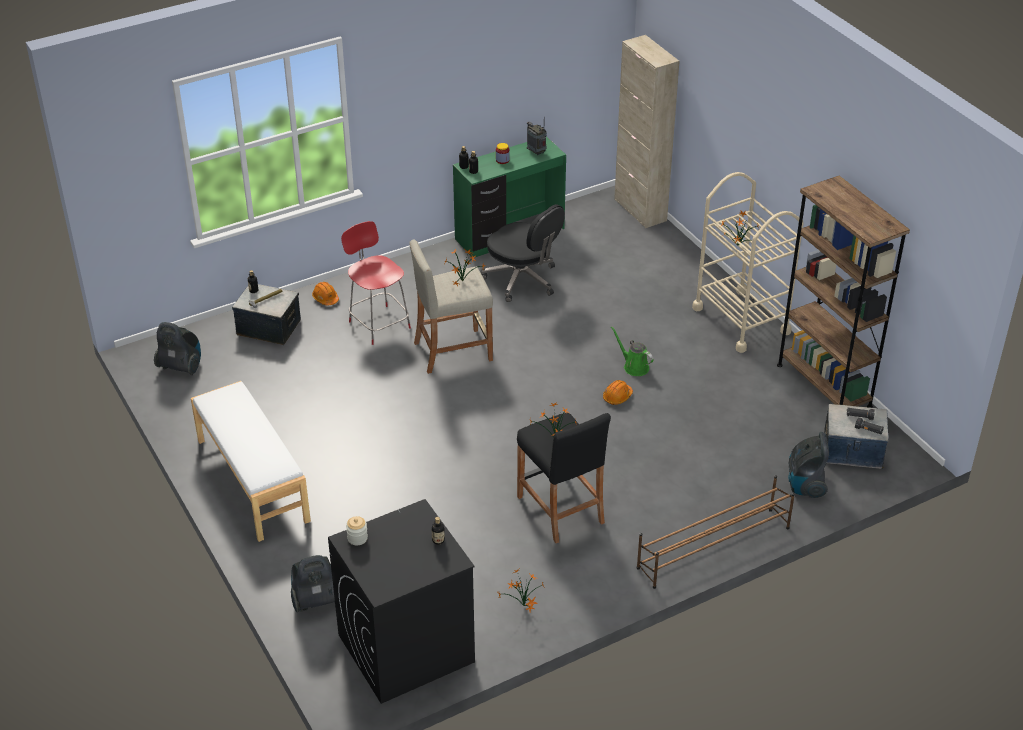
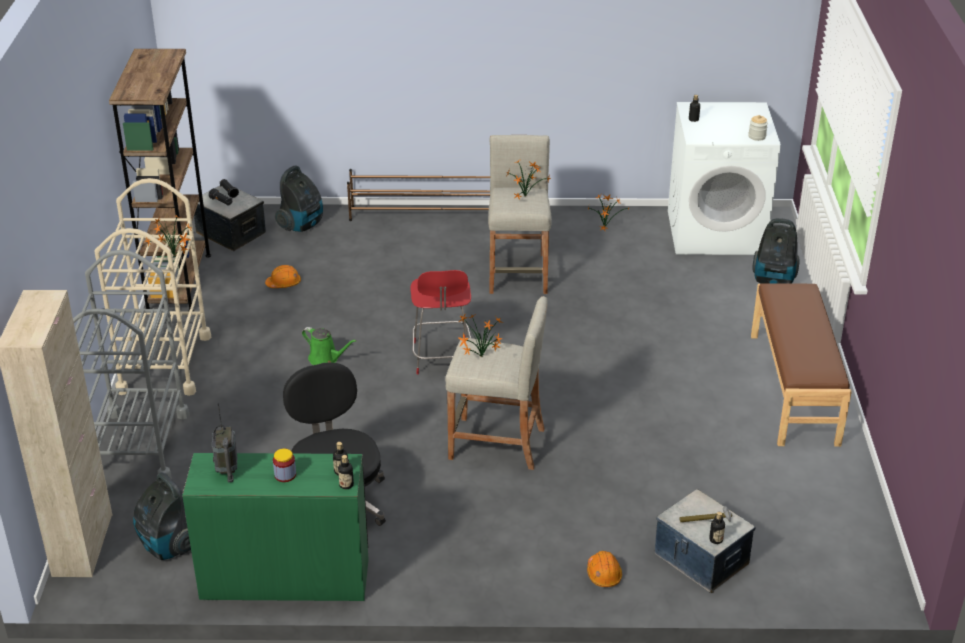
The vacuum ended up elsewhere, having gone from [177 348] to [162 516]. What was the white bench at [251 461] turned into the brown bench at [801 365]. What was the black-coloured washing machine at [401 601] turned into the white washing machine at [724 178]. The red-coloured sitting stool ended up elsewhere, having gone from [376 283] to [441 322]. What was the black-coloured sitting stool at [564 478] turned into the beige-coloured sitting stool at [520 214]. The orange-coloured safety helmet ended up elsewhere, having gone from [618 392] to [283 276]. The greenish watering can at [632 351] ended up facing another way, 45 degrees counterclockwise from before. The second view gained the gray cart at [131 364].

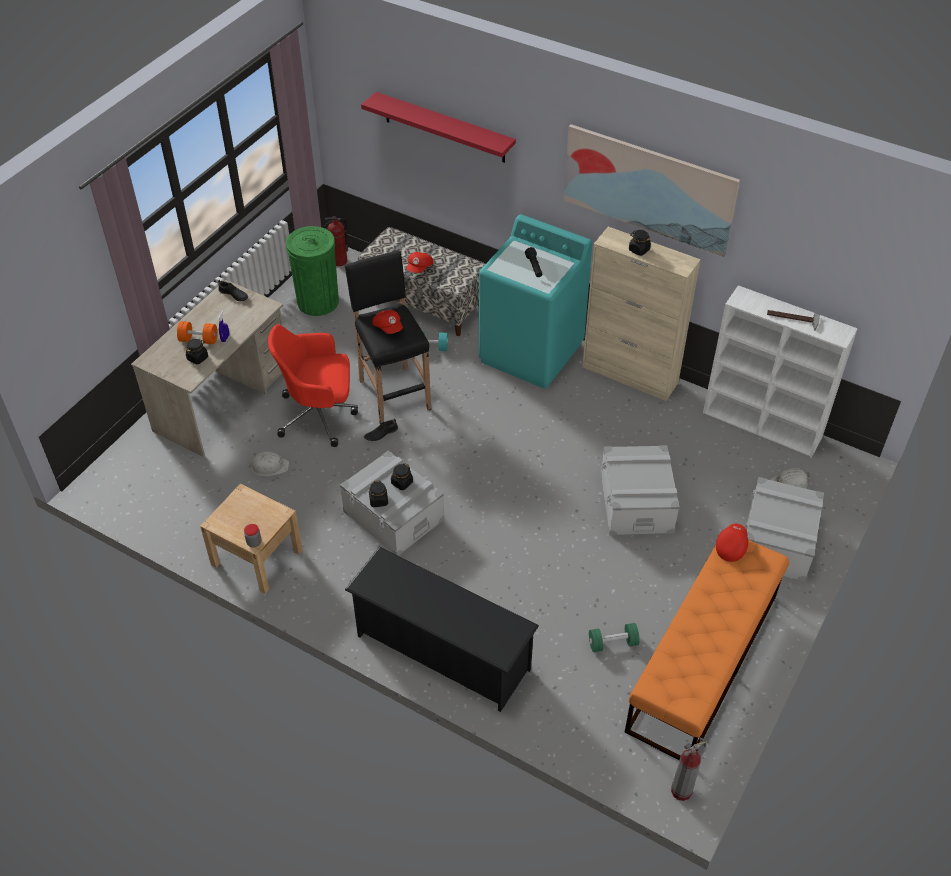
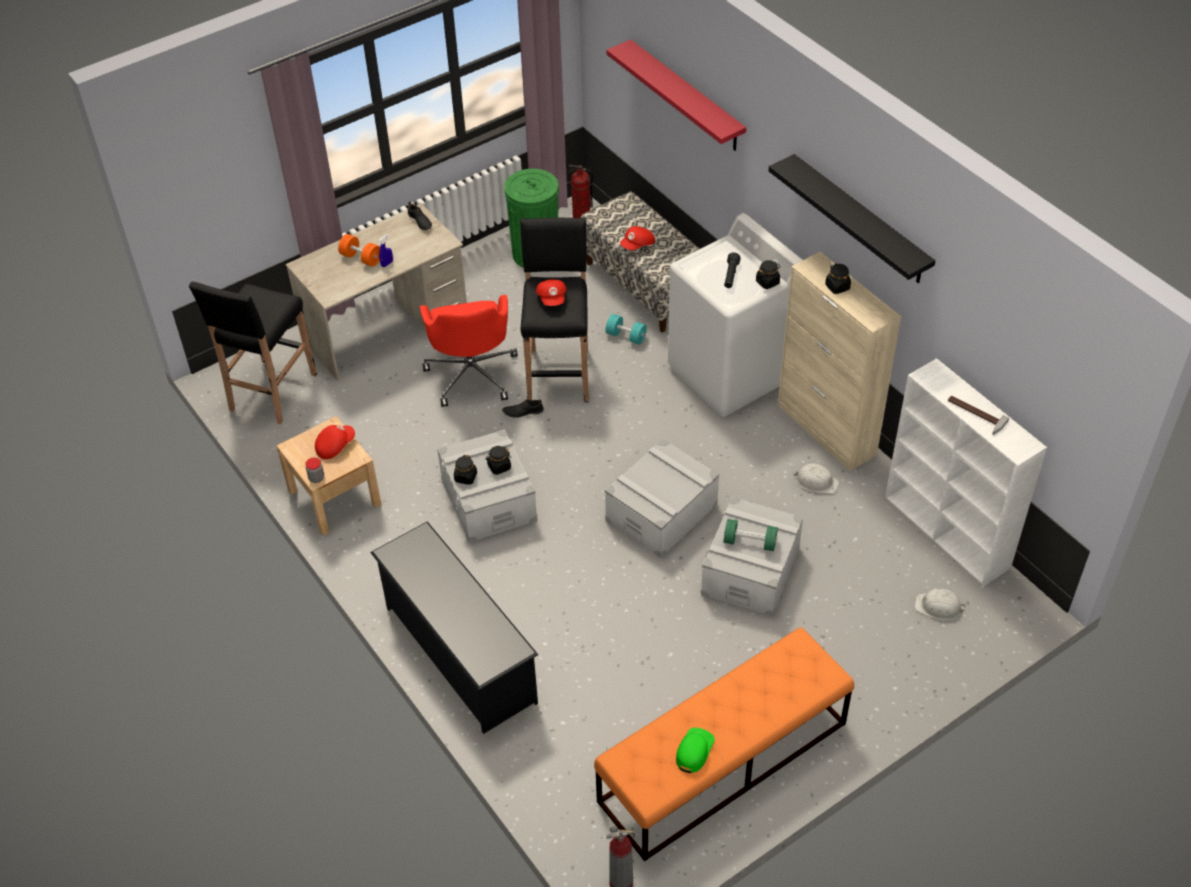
The black-coloured storage jar ended up elsewhere, having gone from [197 352] to [768 274]. The white safety helmet ended up elsewhere, having gone from [268 463] to [816 479]. The red-coloured desk chair at [313 385] ended up facing another way, 120 degrees counterclockwise from before. What was the turquoise washing machine at [535 301] turned into the white washing machine at [735 315]. Where the wall art hung at [652 190], the black-coloured bracket shelf came to hang at [852 218]. The greenish dumbbell ended up elsewhere, having gone from [614 637] to [751 535]. The red-coloured peaked cap ended up elsewhere, having gone from [732 543] to [335 442]. The gray storage box ended up elsewhere, having gone from [784 529] to [662 498]. The second view gained the black-coloured sitting stool at [253 353]. The second view gained the greenish peaked cap at [695 750].

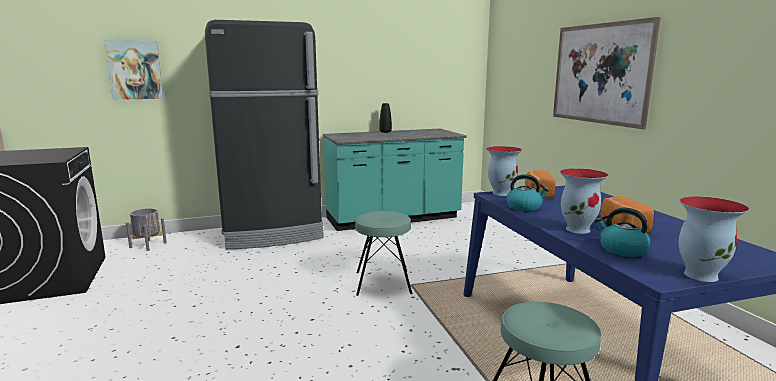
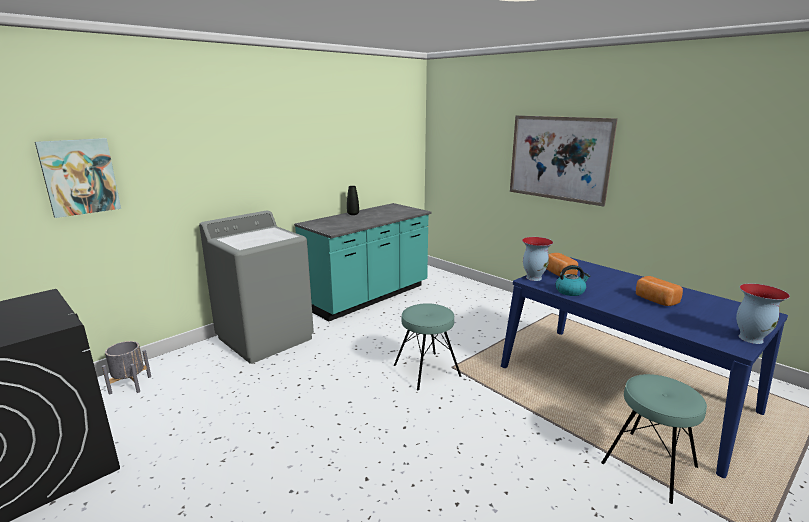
Where the black-coloured refrigerator stood at [264 134], the gray washing machine came to stand at [256 287]. The second view lost the flower vase at [584 201]. The second view lost the kettle at [623 232].

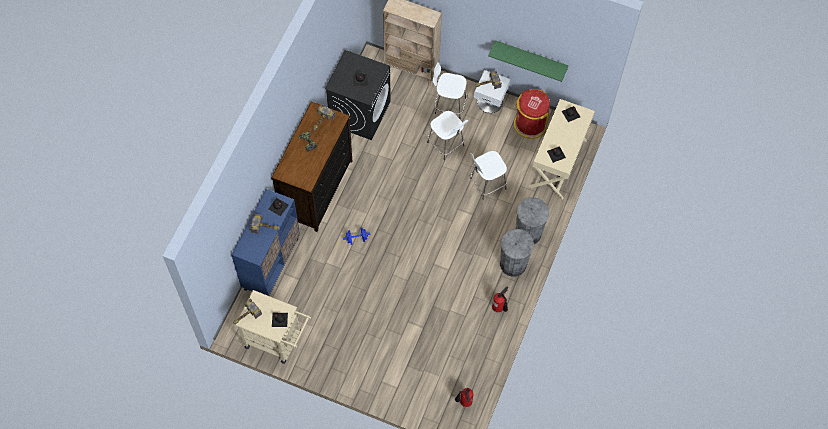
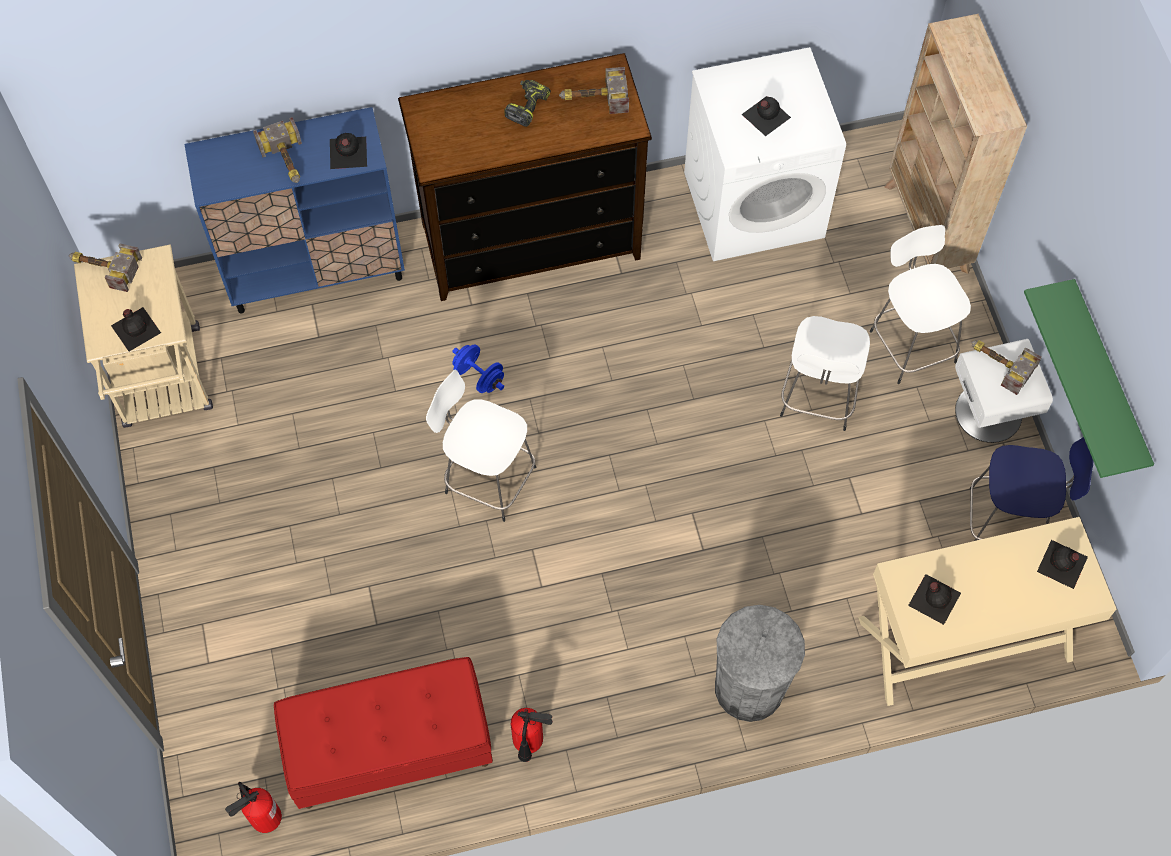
What was the black-coloured washing machine at [358 95] turned into the white washing machine at [765 154]. The white sitting stool ended up elsewhere, having gone from [488 175] to [481 446]. The second view lost the gray waste bin at [517 253]. Where the red-coloured waste bin stood at [532 114], the blue sitting stool came to stand at [1032 489]. The second view gained the red-coloured bench at [383 733].

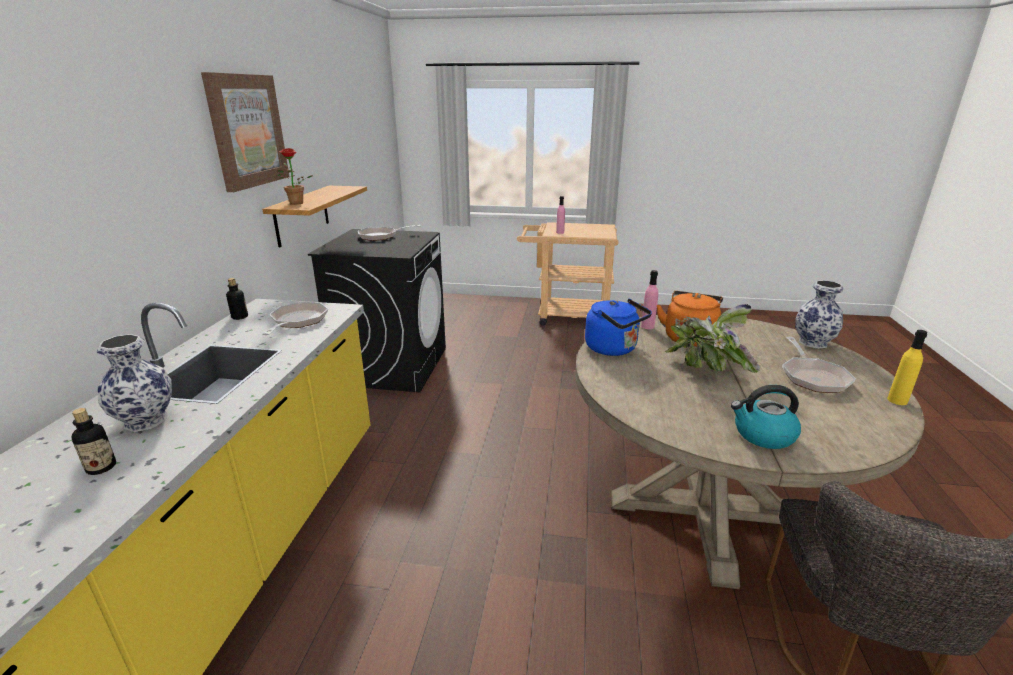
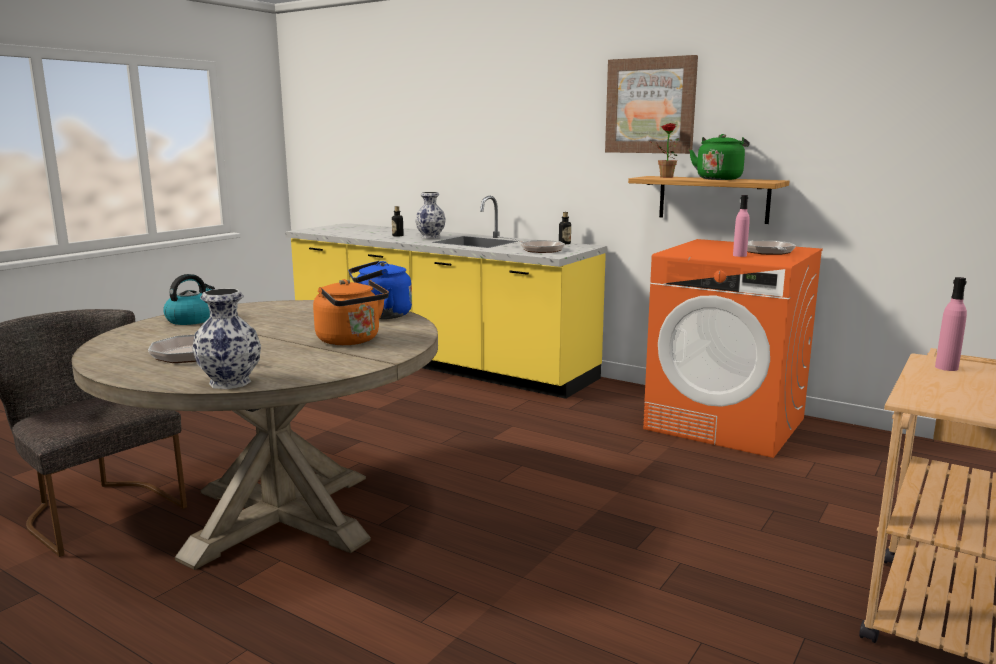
What was the black-coloured washing machine at [377 310] turned into the orange-coloured washing machine at [733 348]. The pinkish beverage bottle ended up elsewhere, having gone from [649 299] to [741 226]. The second view lost the potted plant at [713 338]. The second view lost the yellow-coloured beverage bottle at [907 367]. The second view gained the greenish kettle at [719 157].

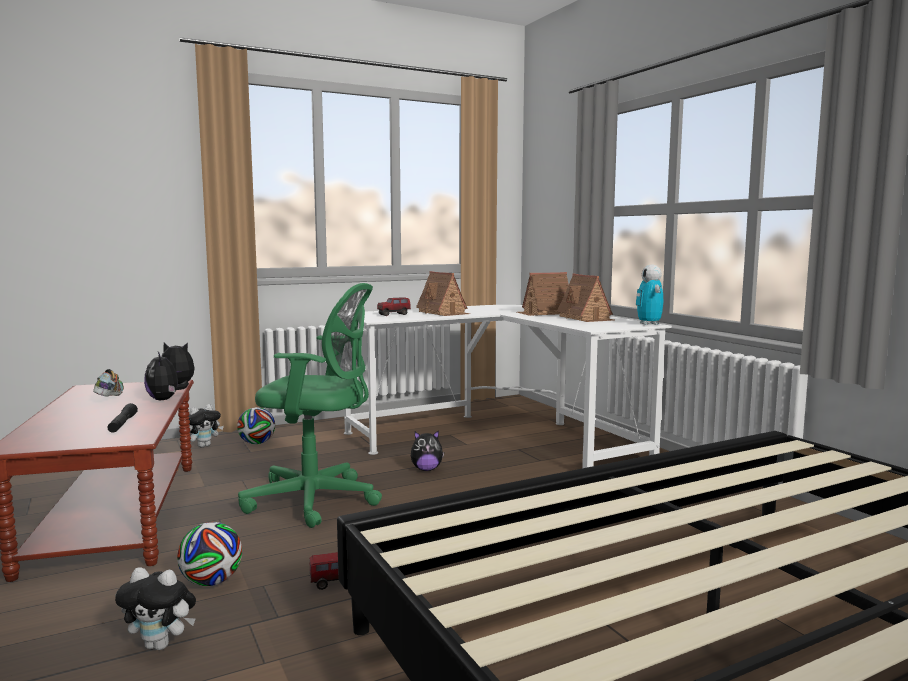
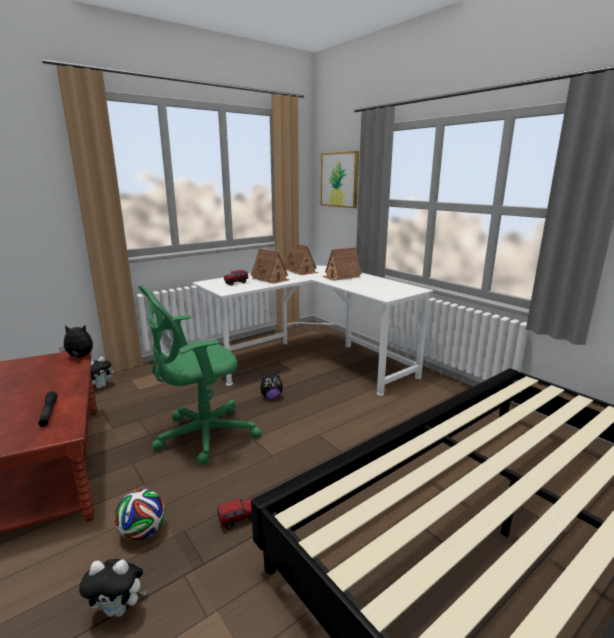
The second view lost the shoe at [108 383]. The second view lost the plush toy at [166 376]. The second view lost the football ball at [256 425]. The greenish desk chair at [310 405] ended up facing another way, 150 degrees clockwise from before. The model house ended up elsewhere, having gone from [585 298] to [301 258]. The second view lost the robot figure at [649 295]. The second view gained the wall art at [340 179].

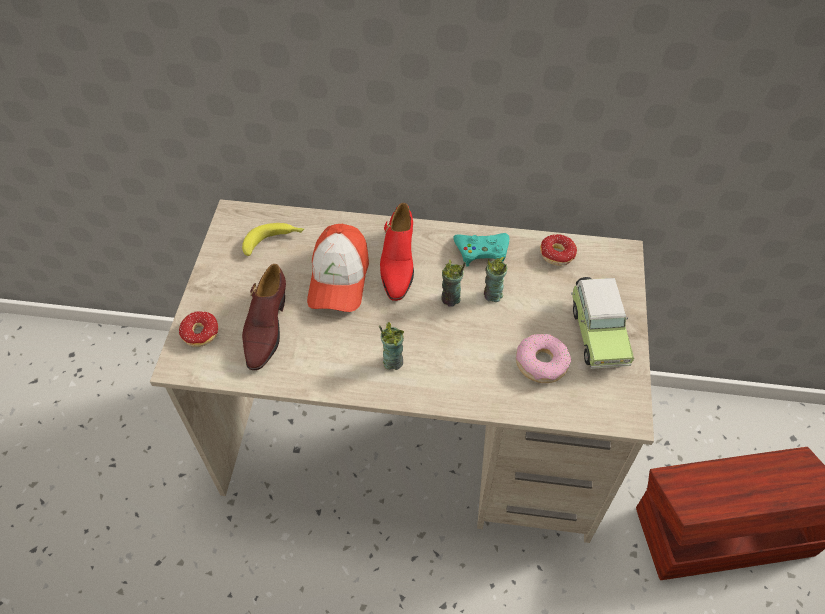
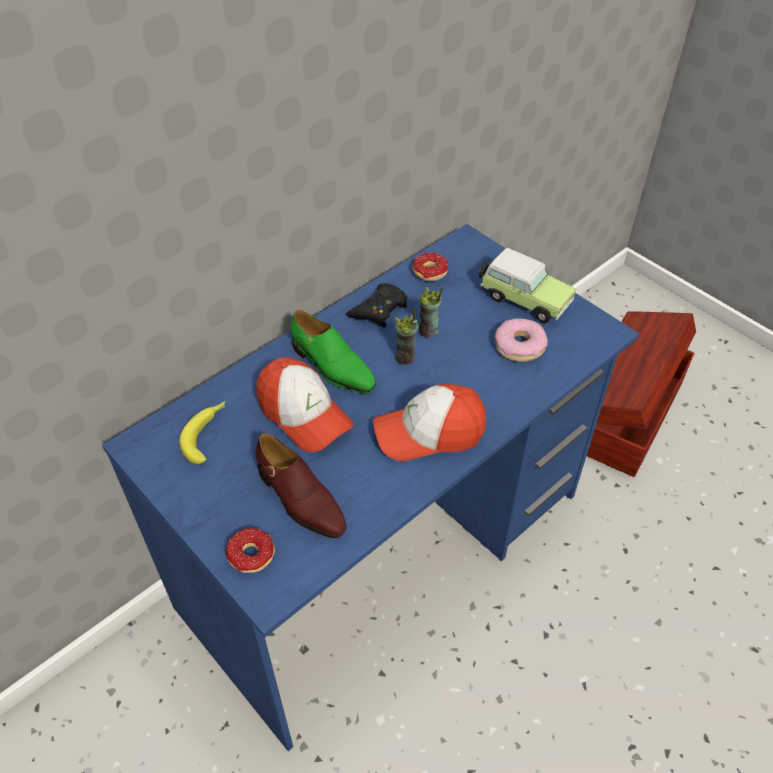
What was the beige-coloured desk unit at [402 371] turned into the blue desk unit at [370 487]. Where the drinking cup stood at [391 346], the peaked cap came to stand at [429 422]. What was the red-coloured shoe at [397 252] turned into the greenish shoe at [333 351]. What was the turquoise game controller at [481 249] turned into the black-coloured game controller at [376 305].

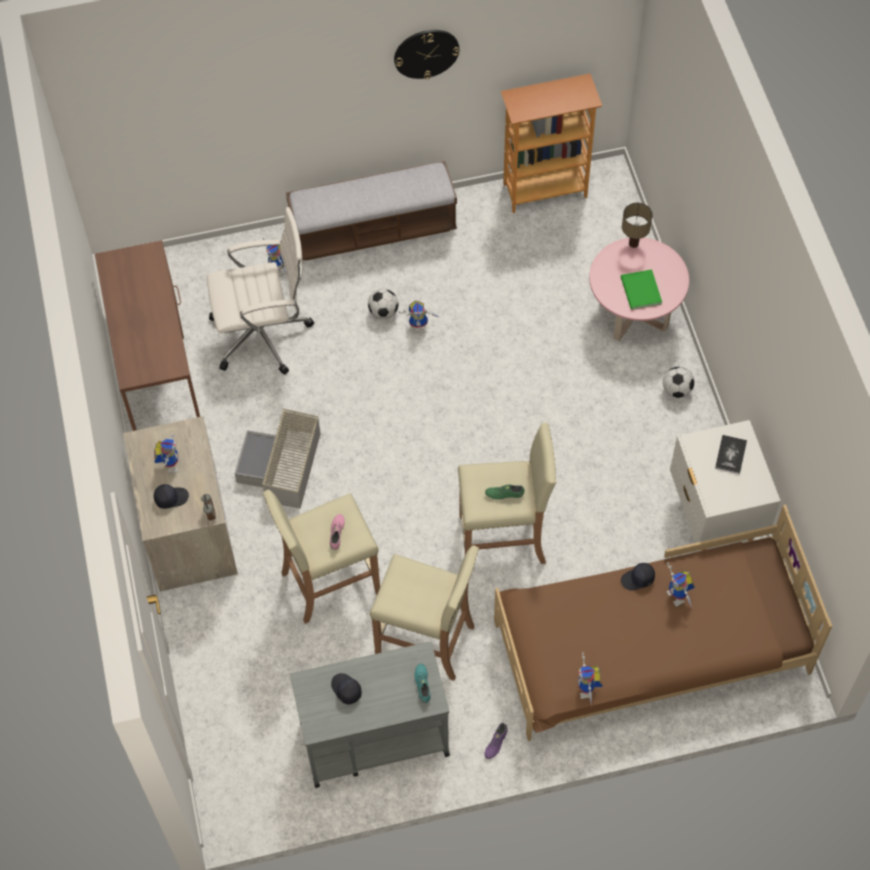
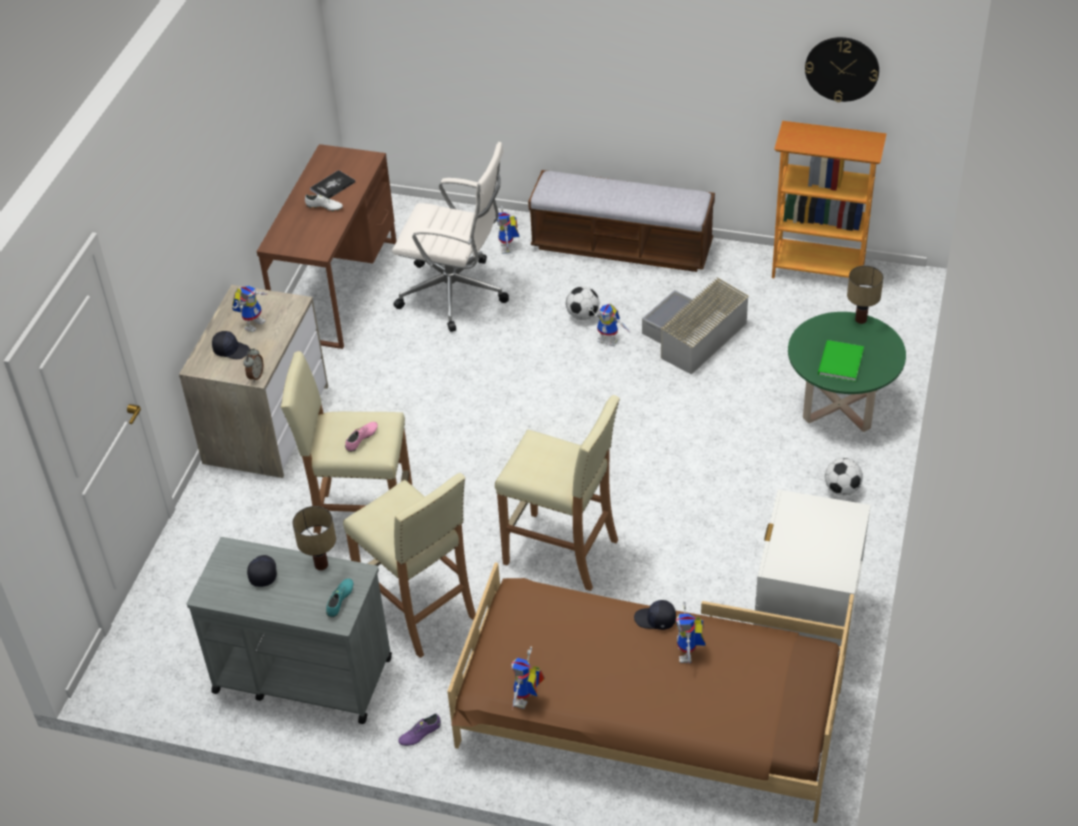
The gray storage box ended up elsewhere, having gone from [277 458] to [695 326]. The hanging clock ended up elsewhere, having gone from [427 54] to [842 69]. The second view lost the greenish shoe at [505 492]. What was the pinkish lounge table at [639 289] turned into the greenish lounge table at [847 372]. The book ended up elsewhere, having gone from [731 454] to [332 184]. The second view gained the lamp for a table at [314 538]. The second view gained the white shoe at [324 203].

